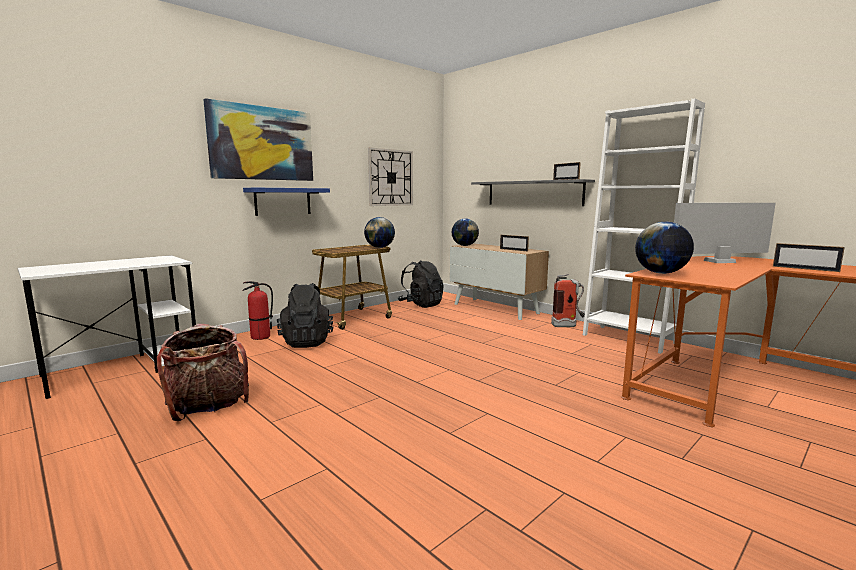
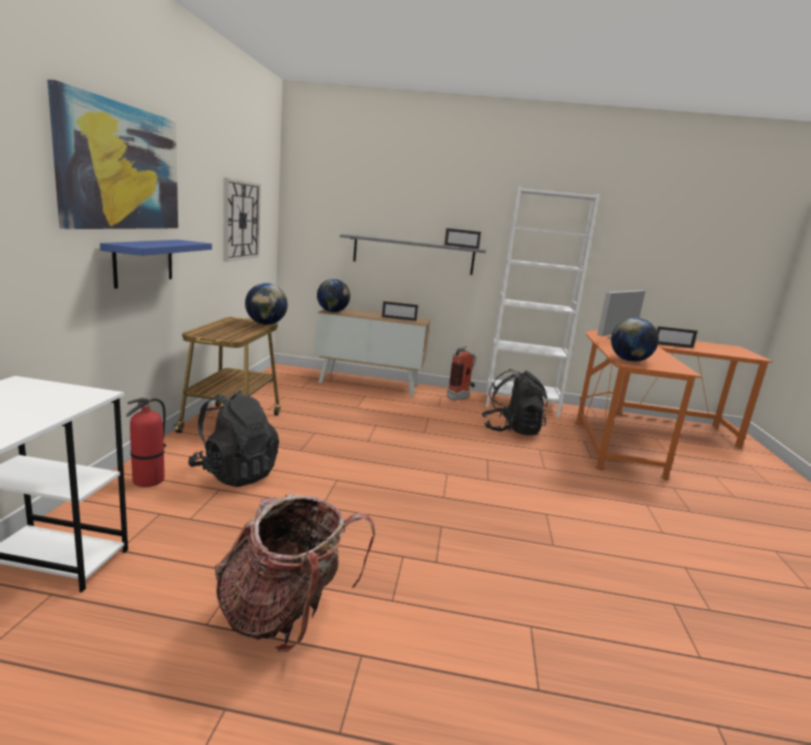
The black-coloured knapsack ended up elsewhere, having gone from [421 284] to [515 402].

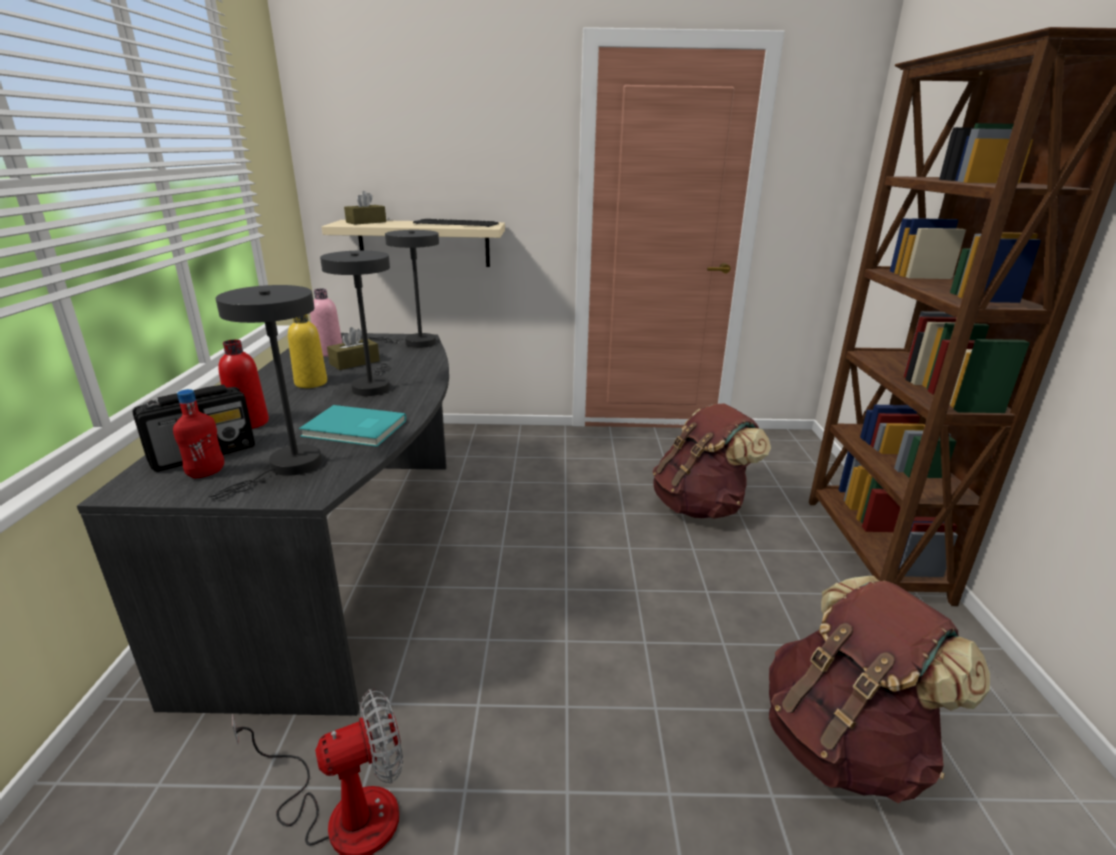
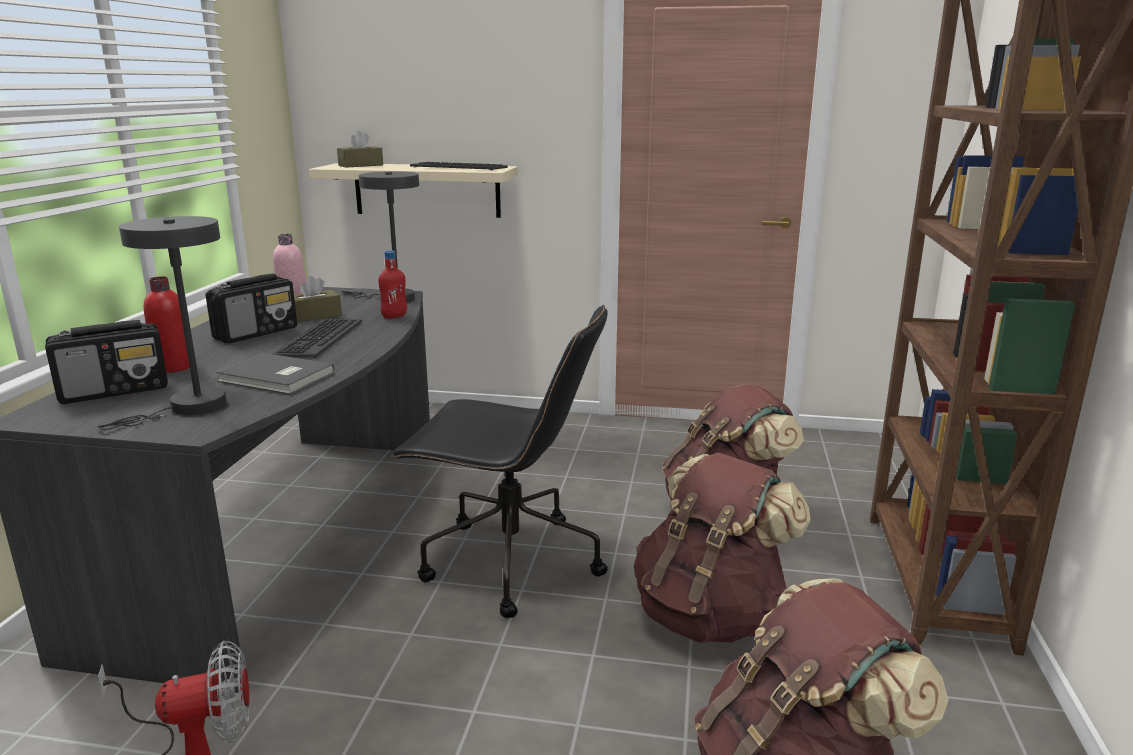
The red-coloured beverage bottle ended up elsewhere, having gone from [198 433] to [392 284]. Where the yellow-coloured beverage bottle stood at [307 351], the radio came to stand at [251 308]. What was the turquoise book at [352 426] turned into the gray book at [275 373]. Where the gray lamp for a table stood at [355 323], the PC keyboard came to stand at [317 338]. The second view gained the black-coloured desk chair at [499 461]. The second view gained the brown knapsack at [722 547].

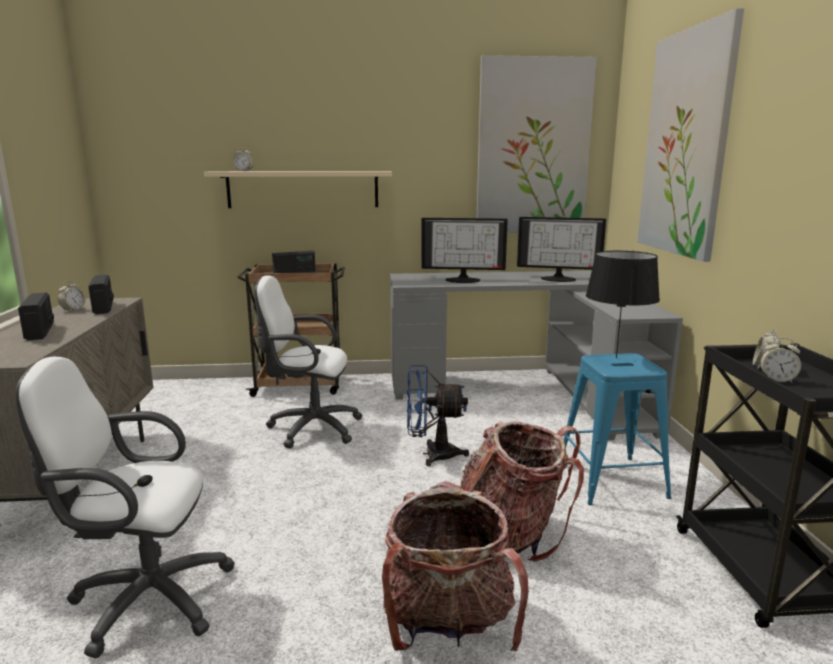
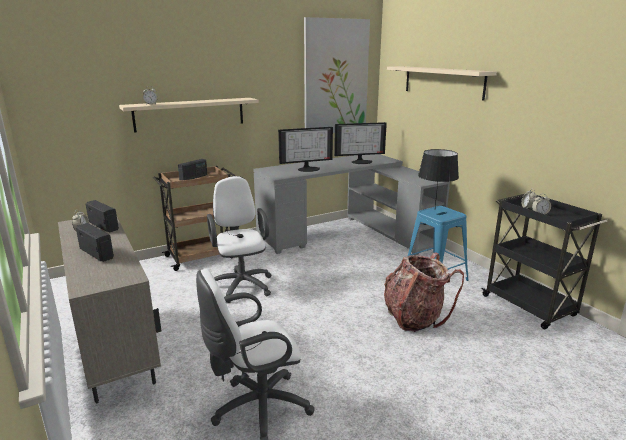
The white desk chair at [308 361] ended up facing another way, 90 degrees clockwise from before. The second view lost the knapsack at [455 566]. The second view lost the blue electric fan at [438 415]. Where the wall art hung at [690 135], the beige-coloured bracket shelf came to hang at [442 83].

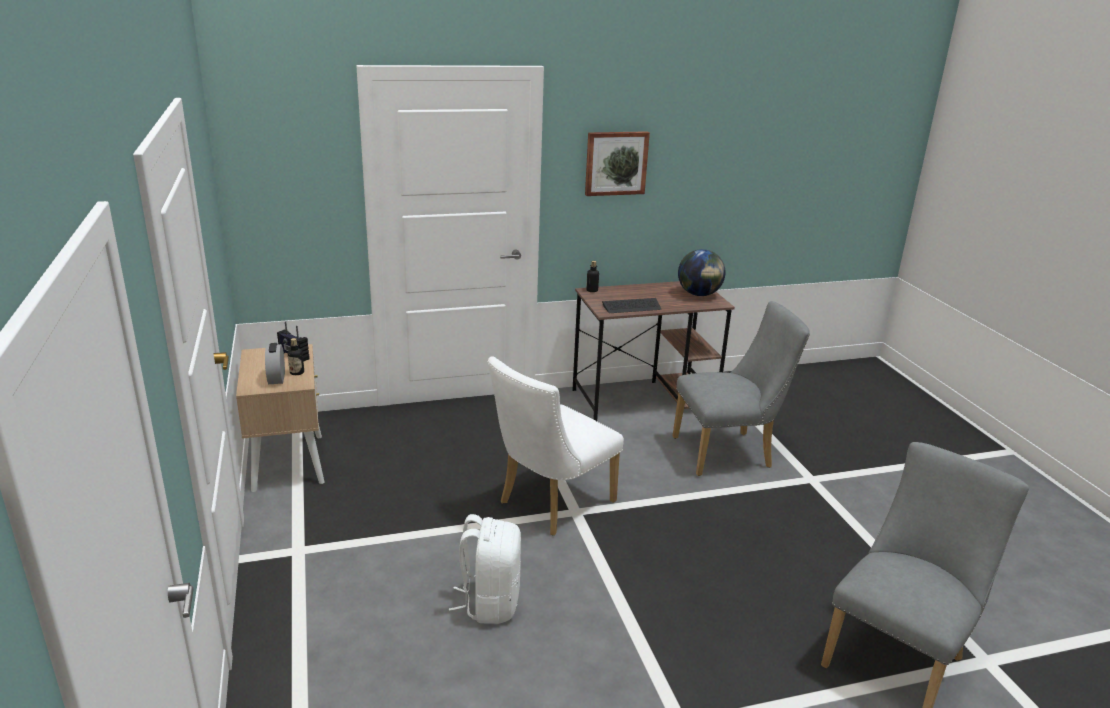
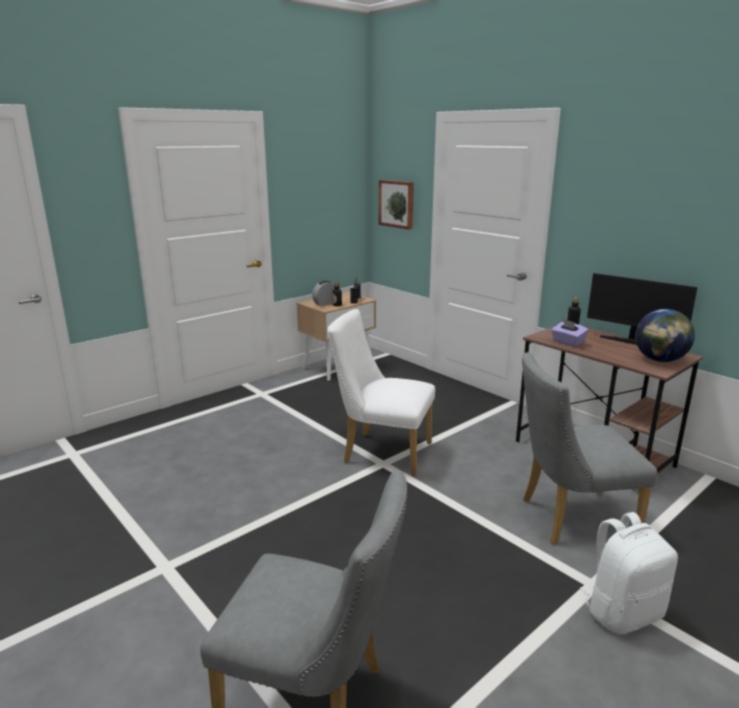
The white knapsack ended up elsewhere, having gone from [485 569] to [629 573]. The wall art ended up elsewhere, having gone from [617 163] to [396 205]. Where the PC keyboard stood at [631 305], the purplish tissue box came to stand at [570 333]. The gray chair at [741 388] ended up facing another way, 120 degrees clockwise from before. The second view gained the monitor at [642 309].

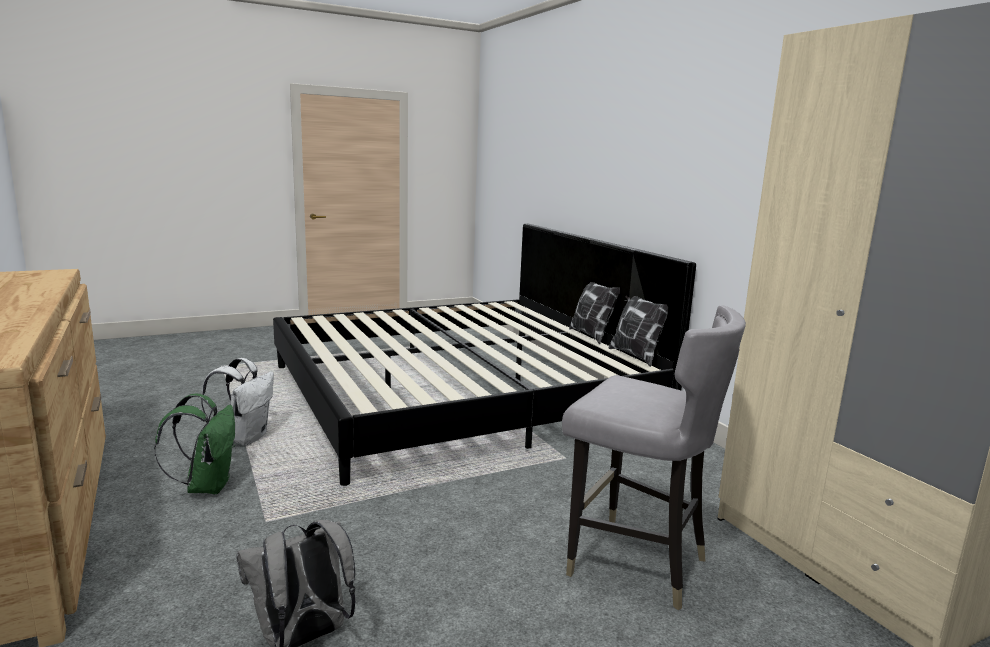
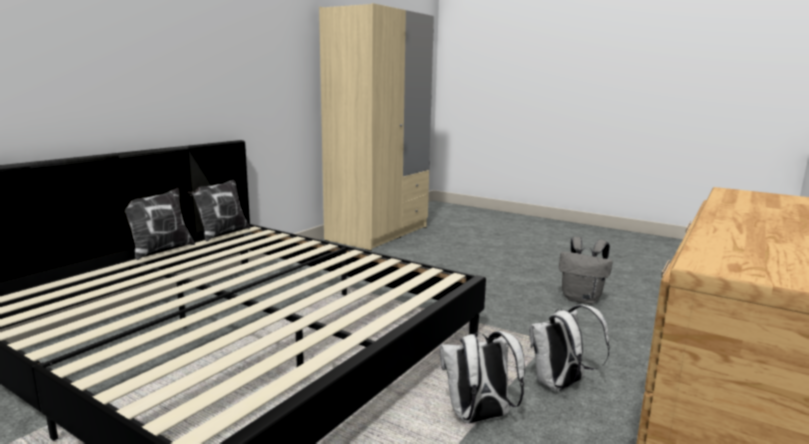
What was the greenish knapsack at [194 444] turned into the white knapsack at [569 347]. The second view lost the gray chair at [654 457].

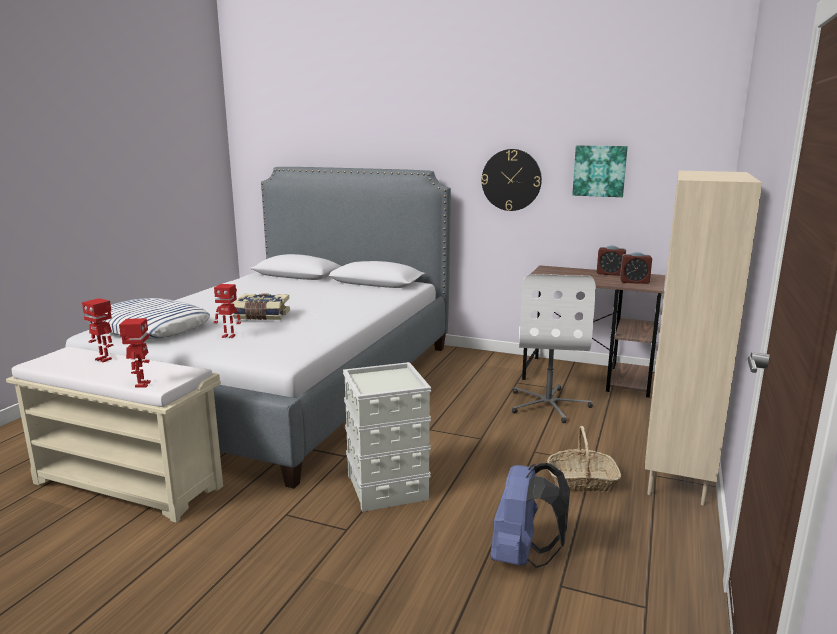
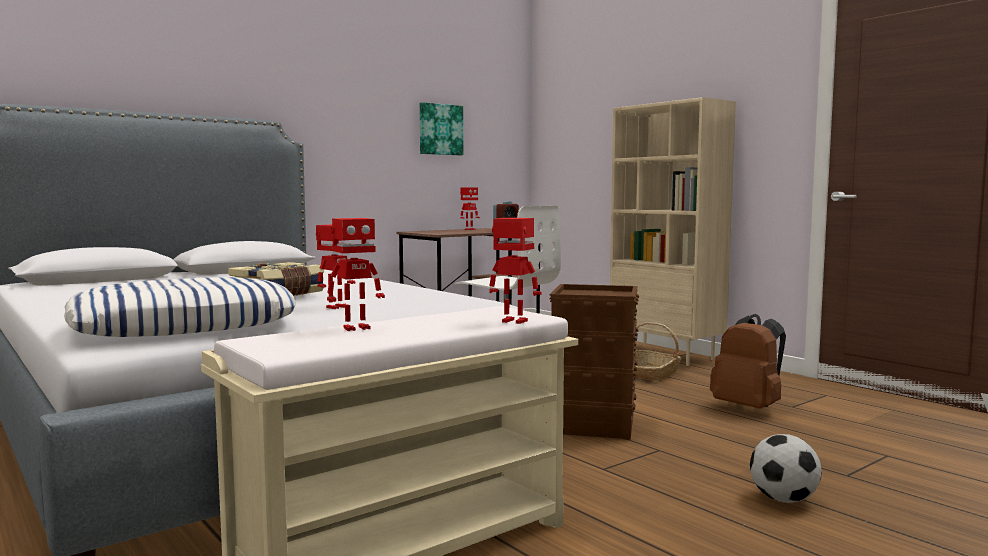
What was the gray storage box at [387 437] turned into the brown storage box at [594 362]. The second view lost the hanging clock at [512 180]. What was the blue knapsack at [530 515] turned into the brown knapsack at [748 361]. Where the table clock stood at [611 261], the robot figure came to stand at [470 209]. The second view gained the football ball at [786 468].

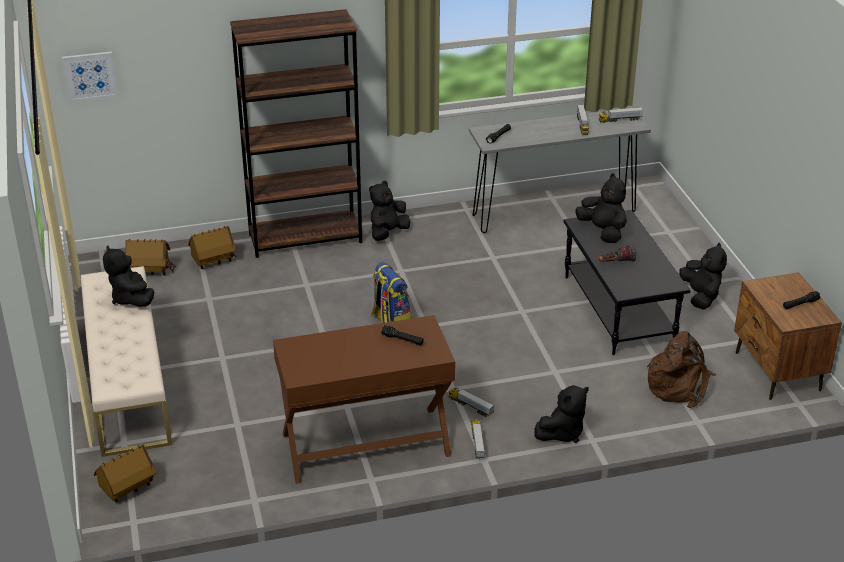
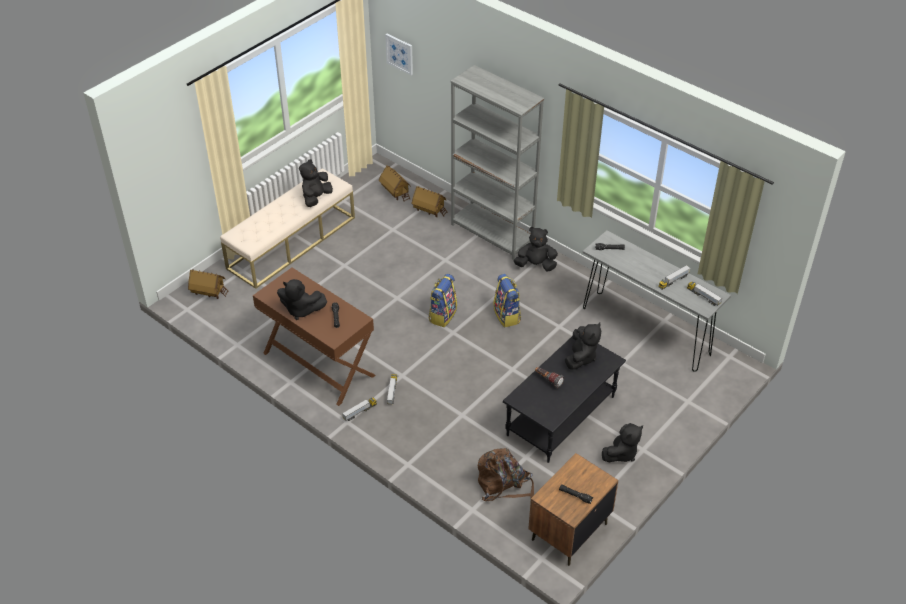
What was the brown shelving unit at [296 133] turned into the gray shelving unit at [497 162]. The black-coloured plush toy ended up elsewhere, having gone from [561 414] to [302 299]. The second view gained the knapsack at [507 301].

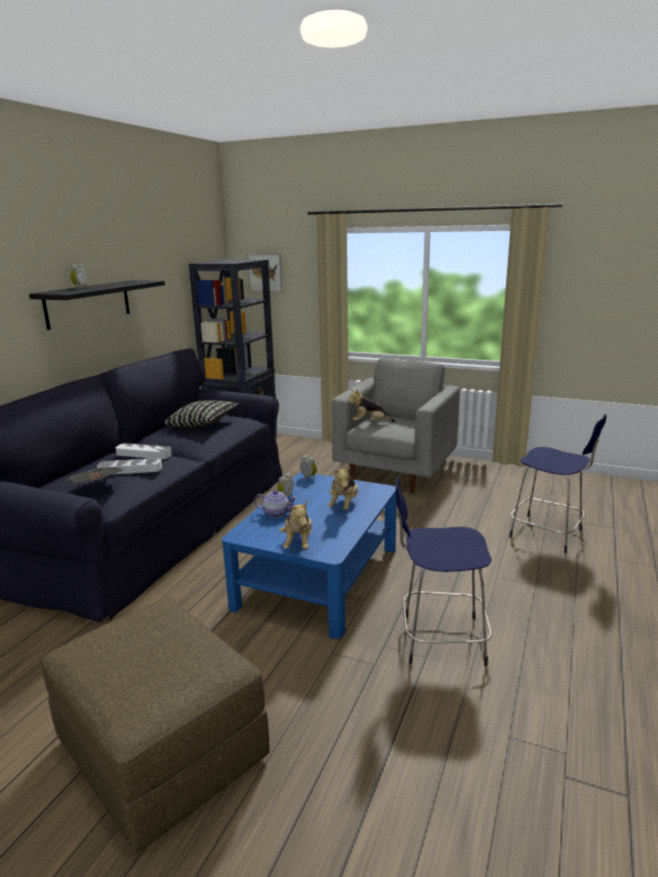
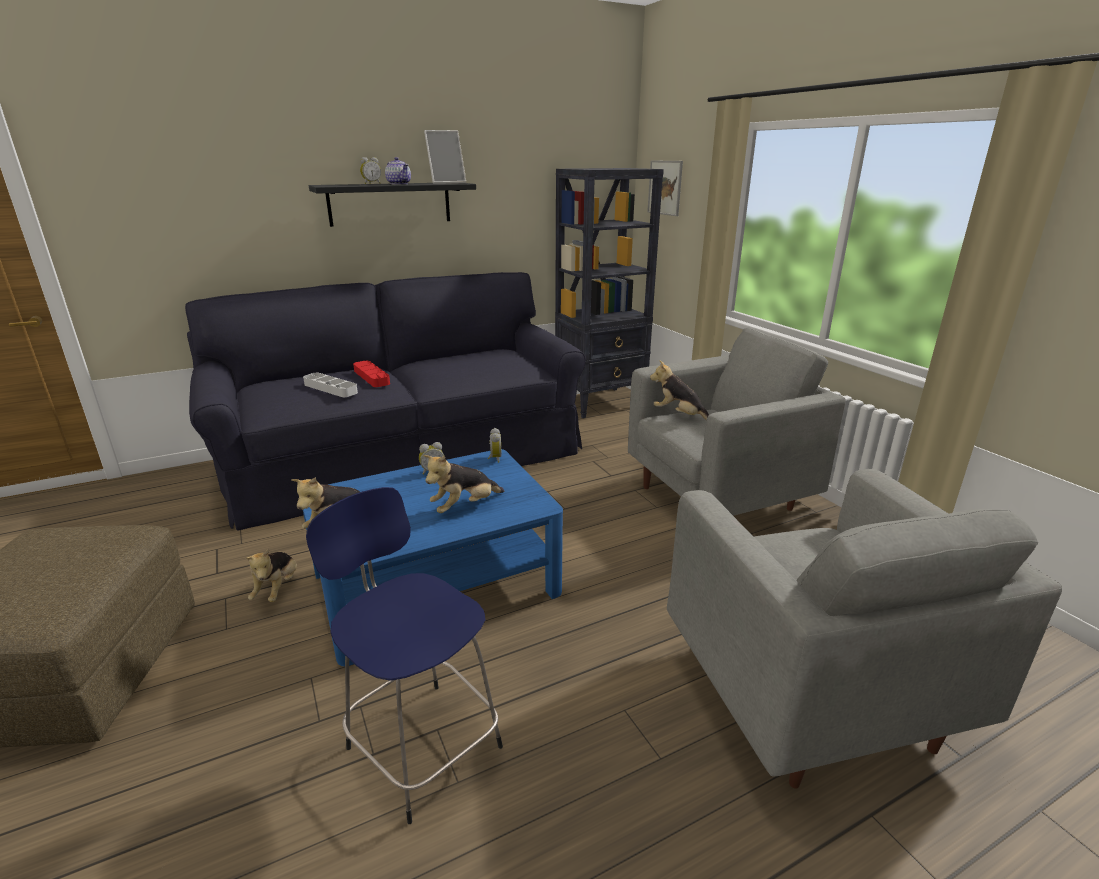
The second view lost the printed paper at [94 475]. What was the gray tray at [143 451] turned into the red-coloured tray at [371 374]. The second view lost the throw pillow at [201 413]. The tea pot ended up elsewhere, having gone from [275 504] to [398 171]. Where the blue sitting stool stood at [557 483], the gray easy chair came to stand at [864 629]. The second view gained the plush toy at [271 575]. The second view gained the photo frame at [445 157].

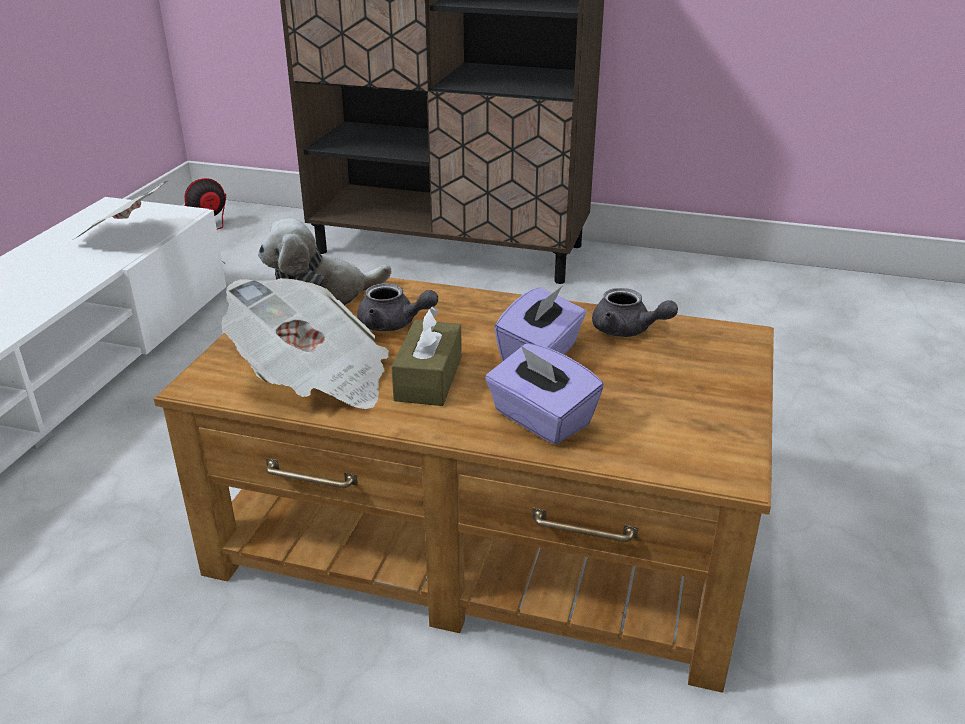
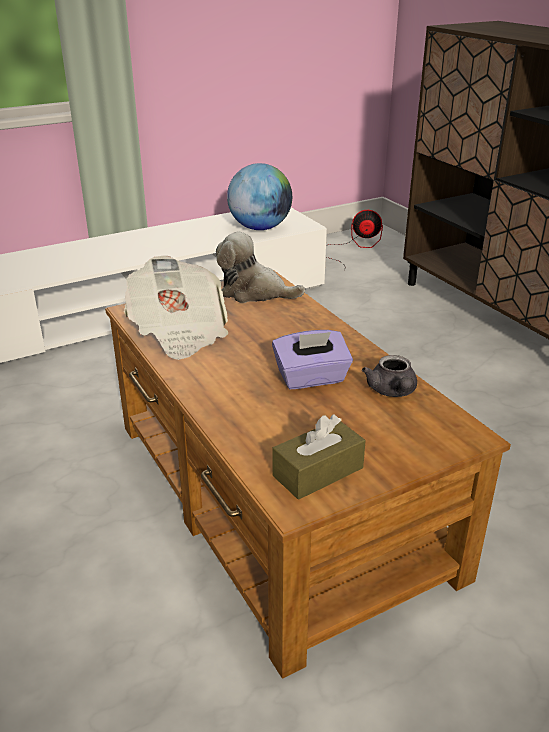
Where the printed paper stood at [121 210], the world globe came to stand at [259 196]. The second view lost the gray tea pot at [397 307]. The brown tissue box ended up elsewhere, having gone from [426 356] to [319 457]. The second view lost the purplish tissue box at [544 394].

